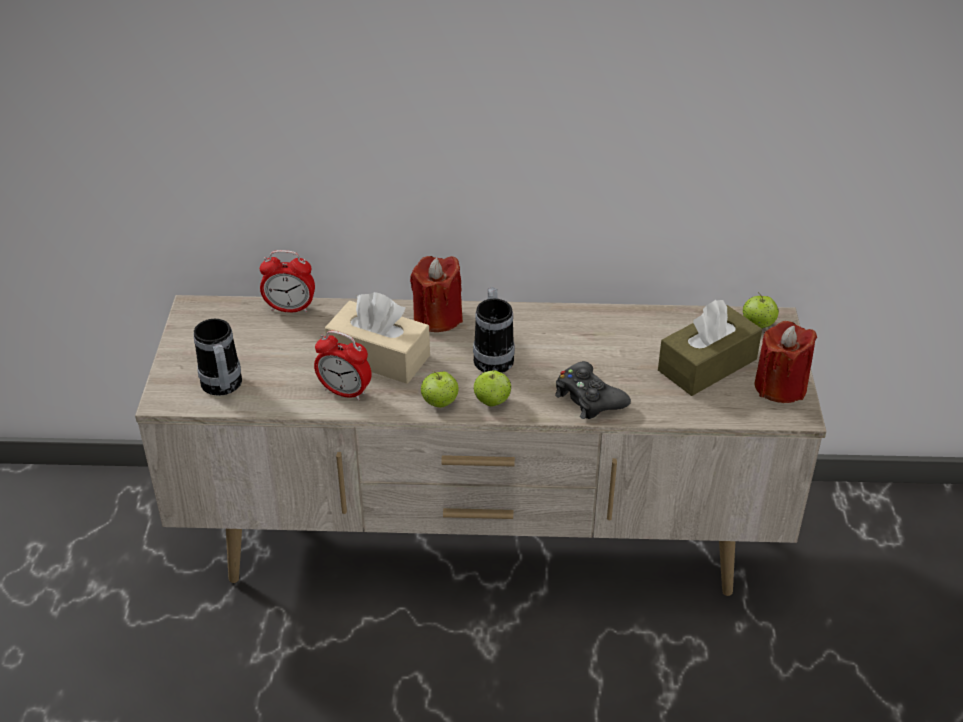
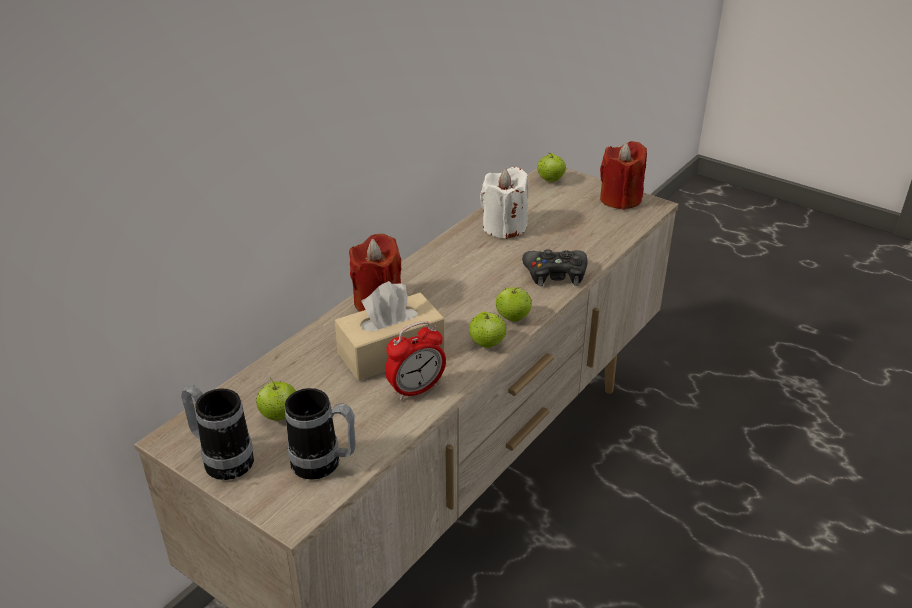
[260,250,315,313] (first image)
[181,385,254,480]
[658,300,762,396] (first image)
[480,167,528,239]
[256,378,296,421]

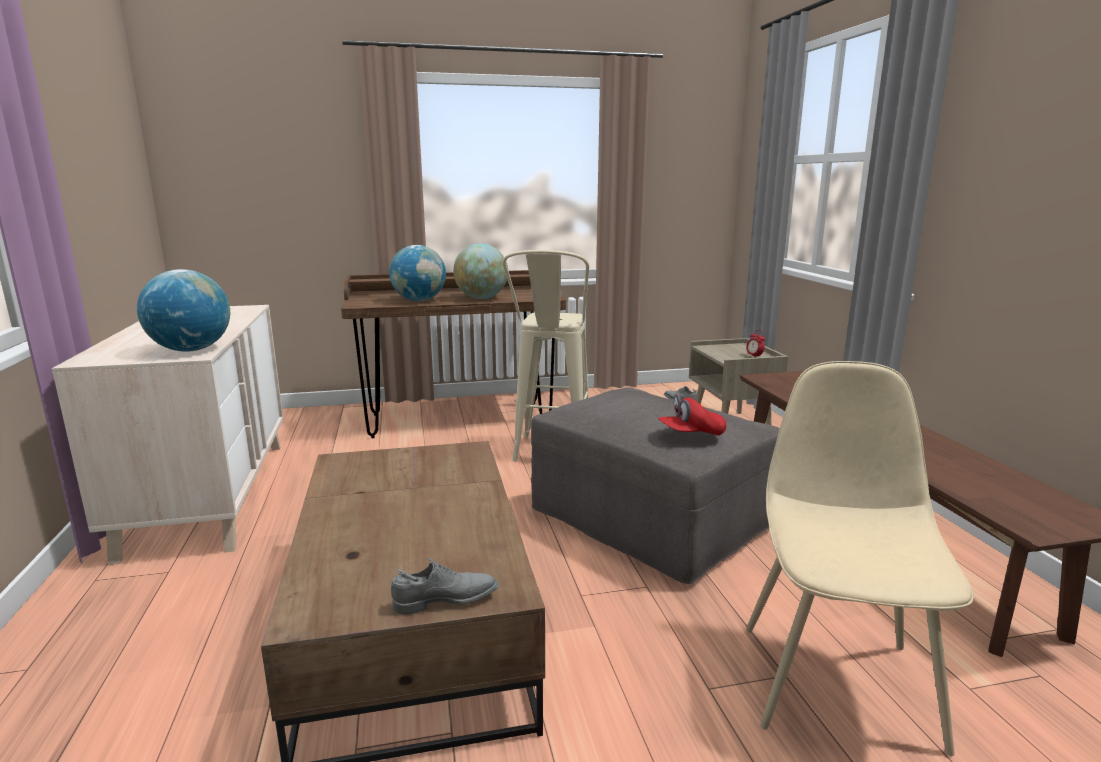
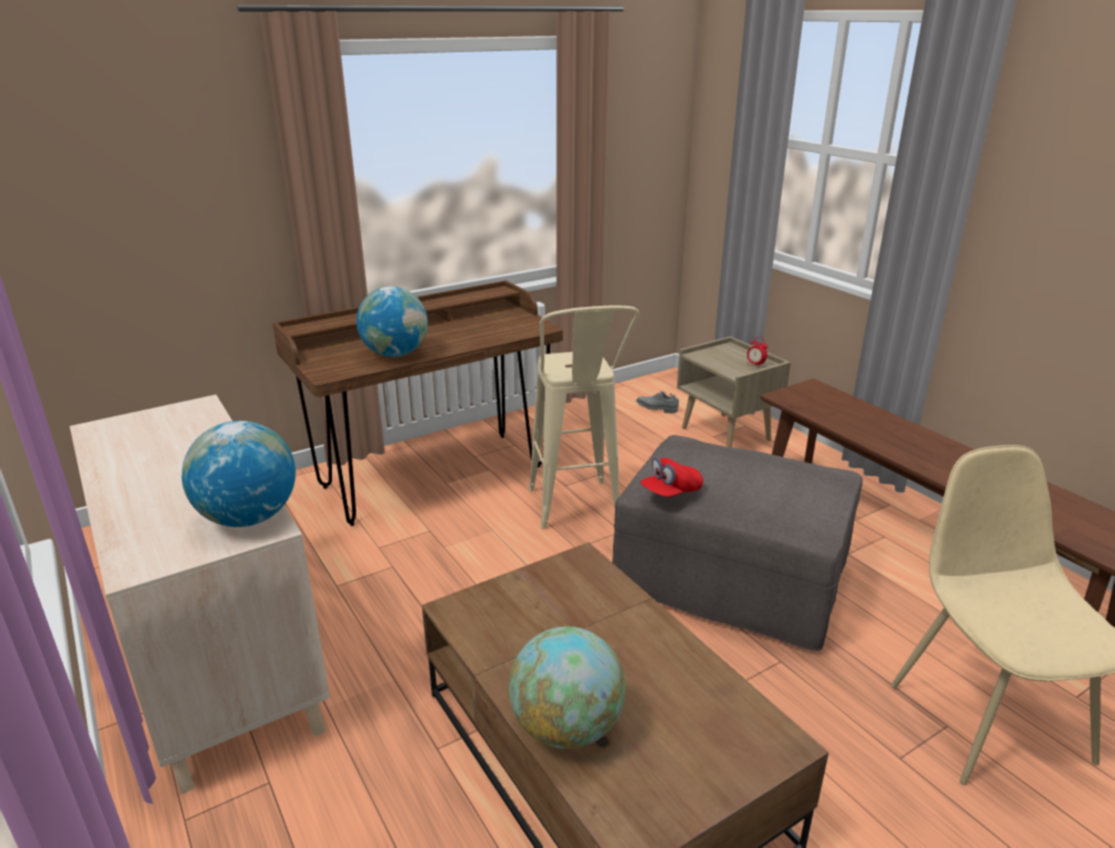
[509,626,626,749]
[640,457,703,497]
[391,558,498,615] (first image)

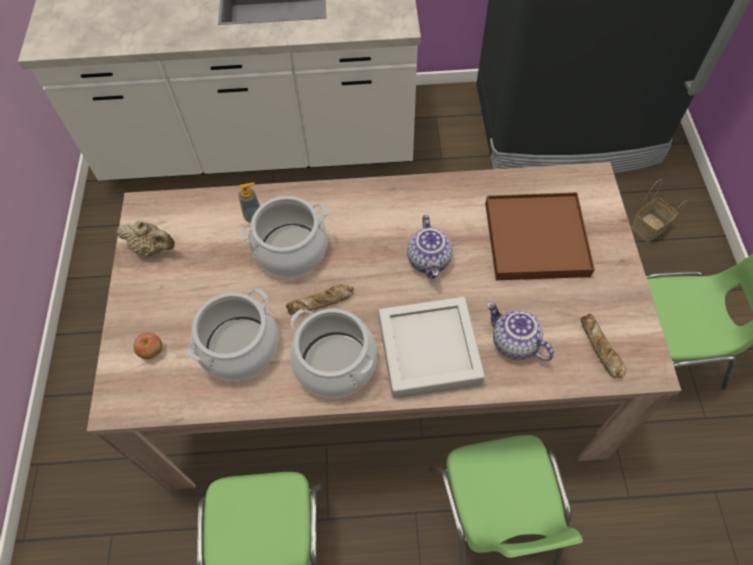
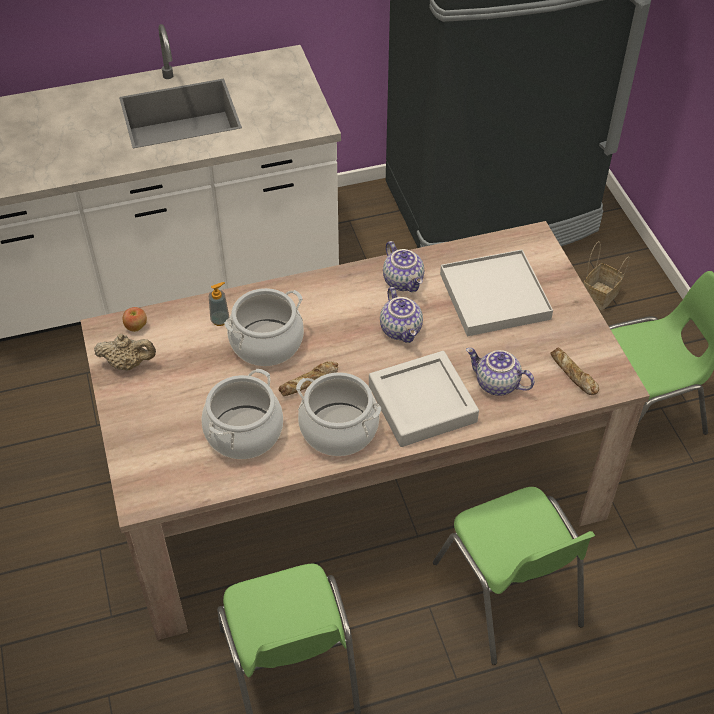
[440,250,553,336]
[123,307,147,332]
[383,241,424,292]

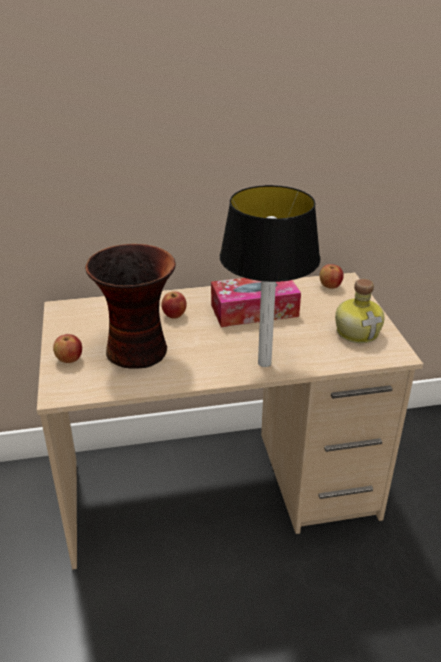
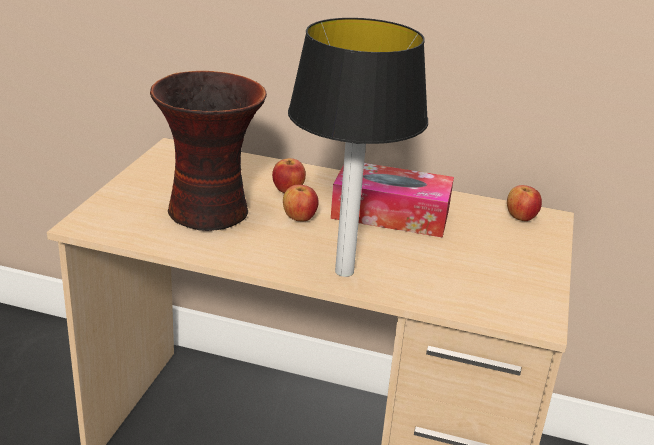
[335,279,385,343] (first image)
[283,185,319,221]

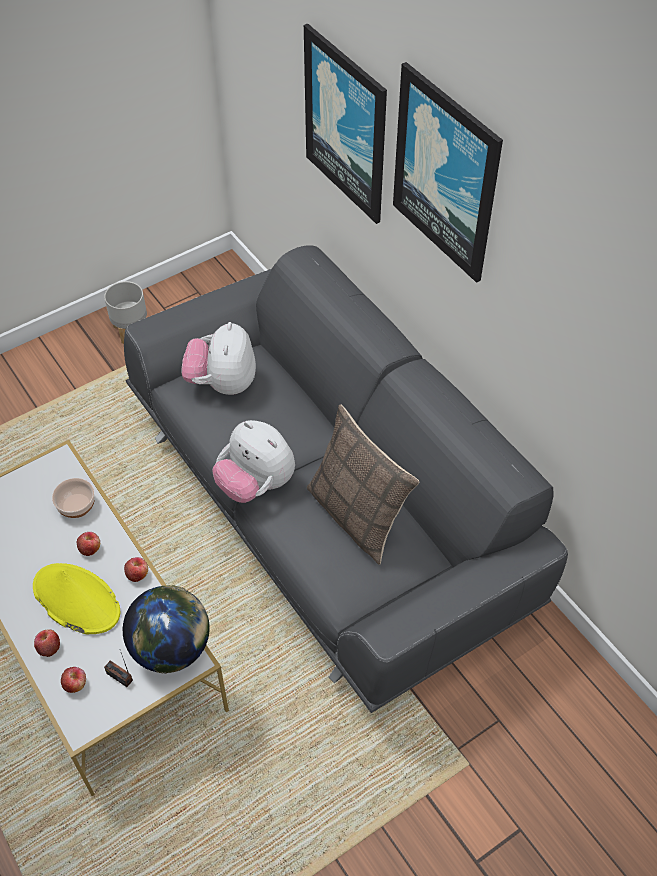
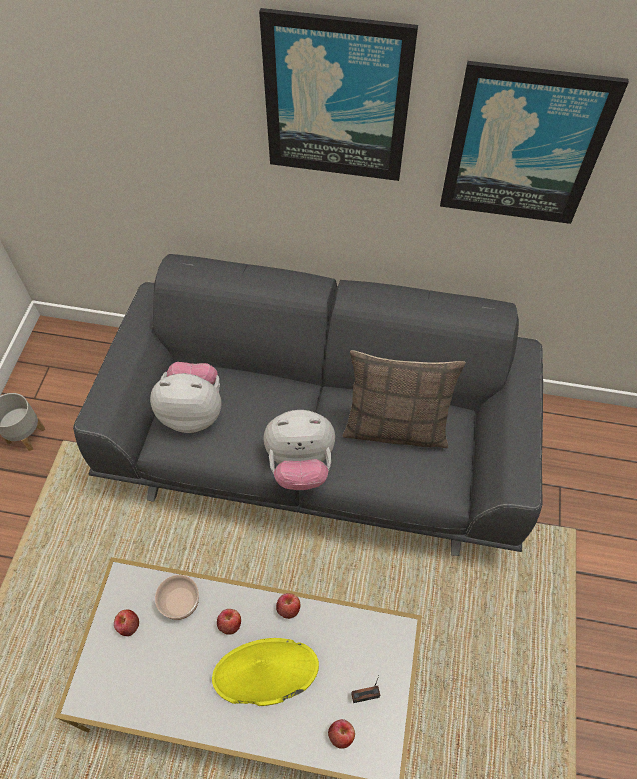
[440,61,629,224]
[150,362,221,433]
[123,585,210,674] (first image)
[114,610,139,636]

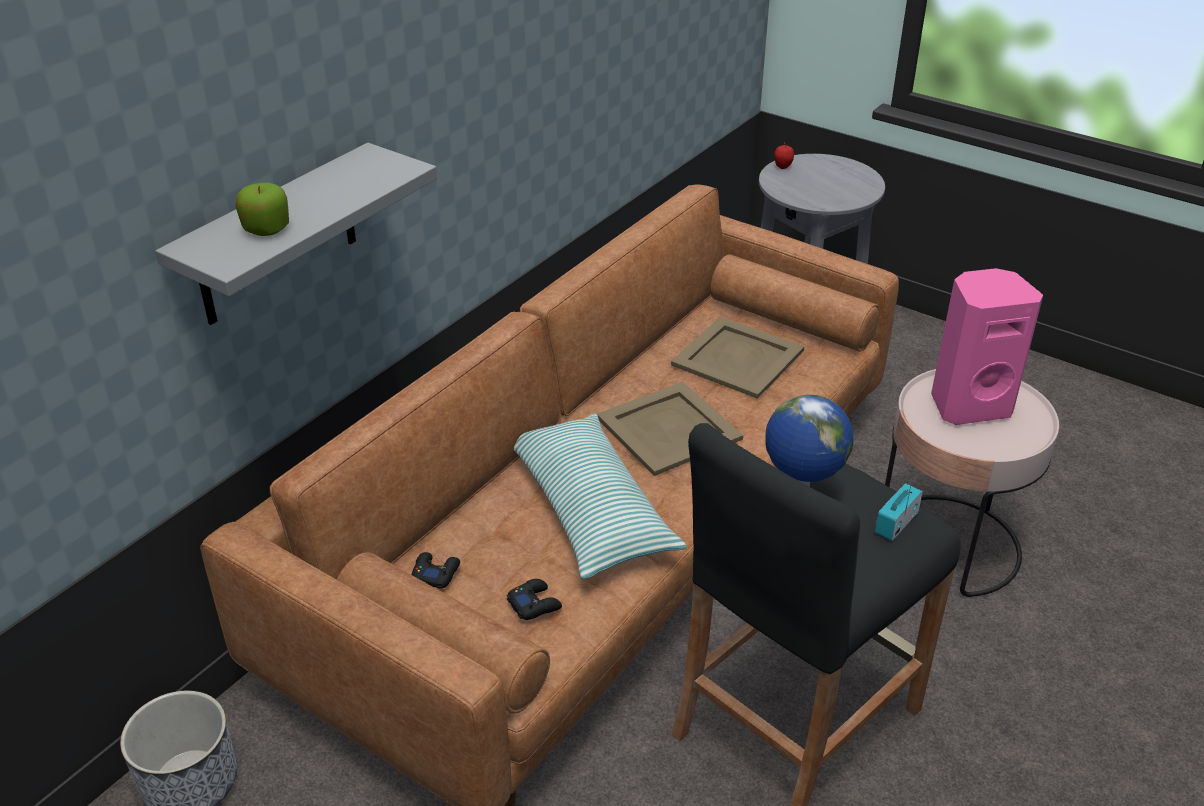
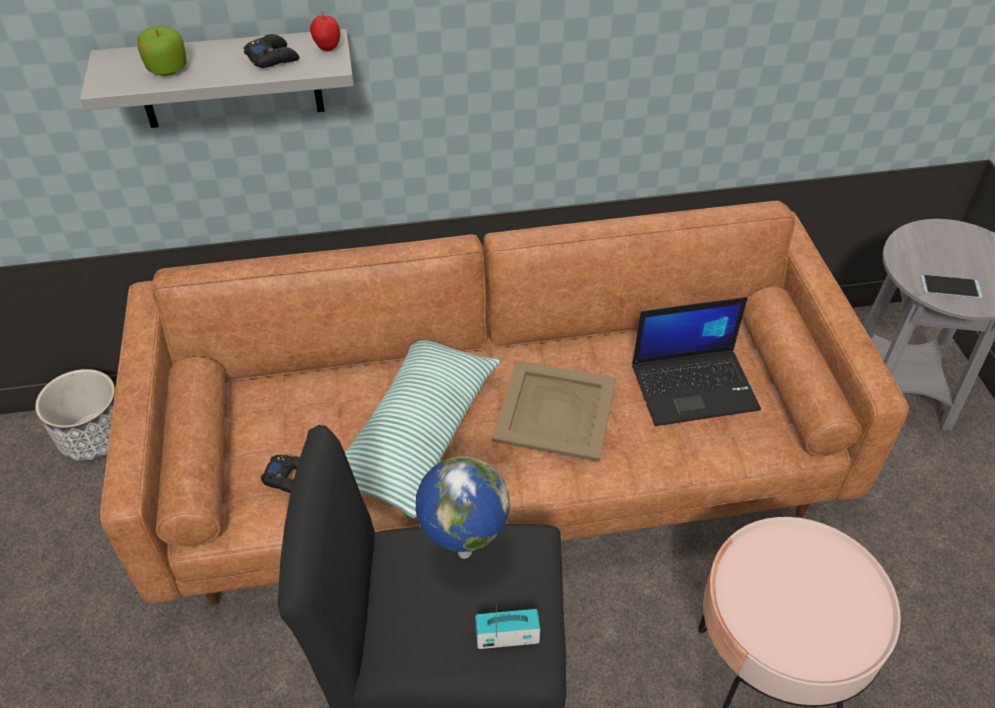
[310,11,340,51]
[931,268,1043,425] (first image)
[632,297,761,426]
[243,34,299,68]
[921,275,982,298]

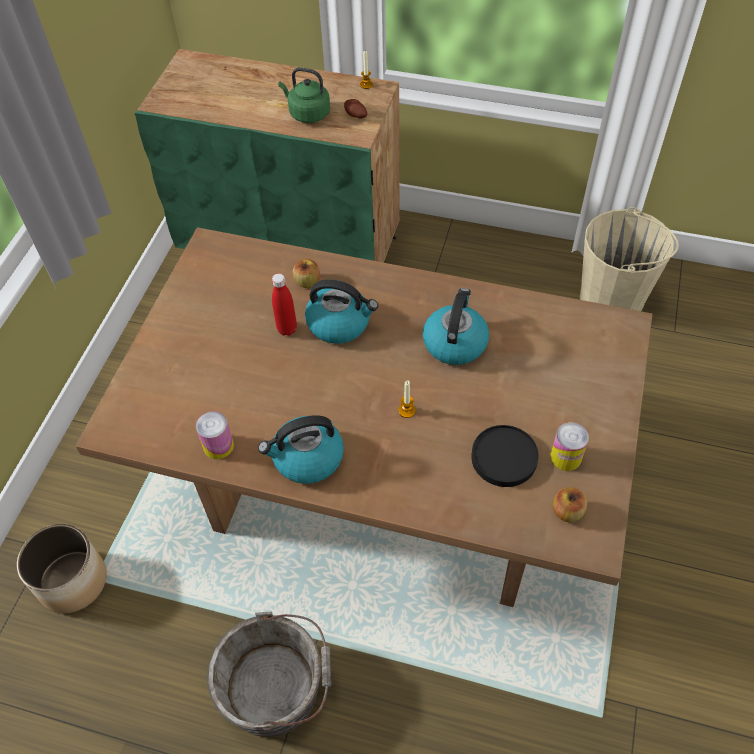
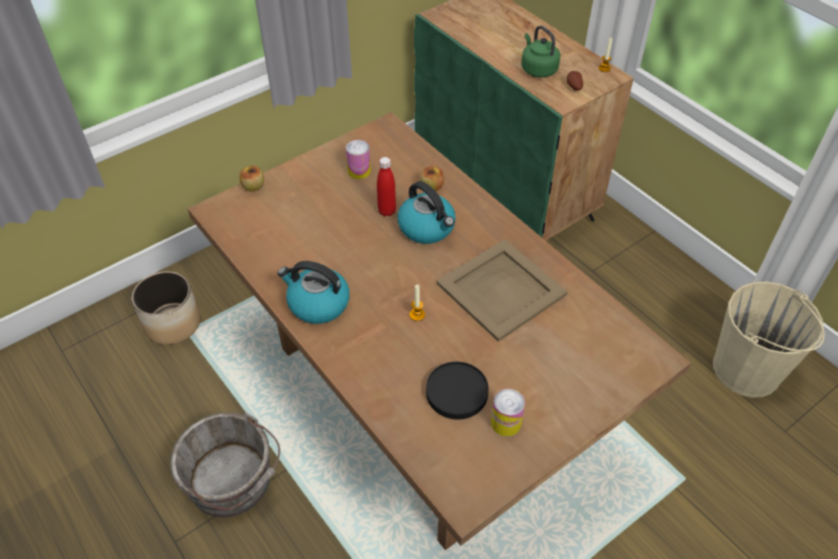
[437,239,567,342]
[346,140,371,179]
[239,166,264,192]

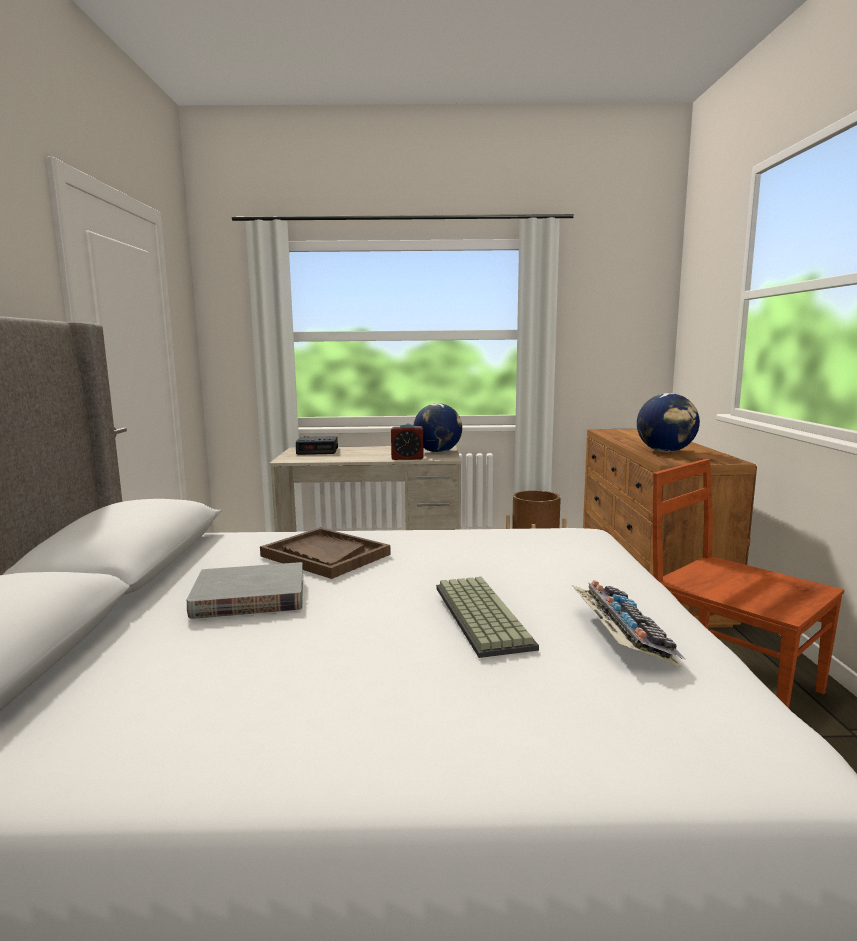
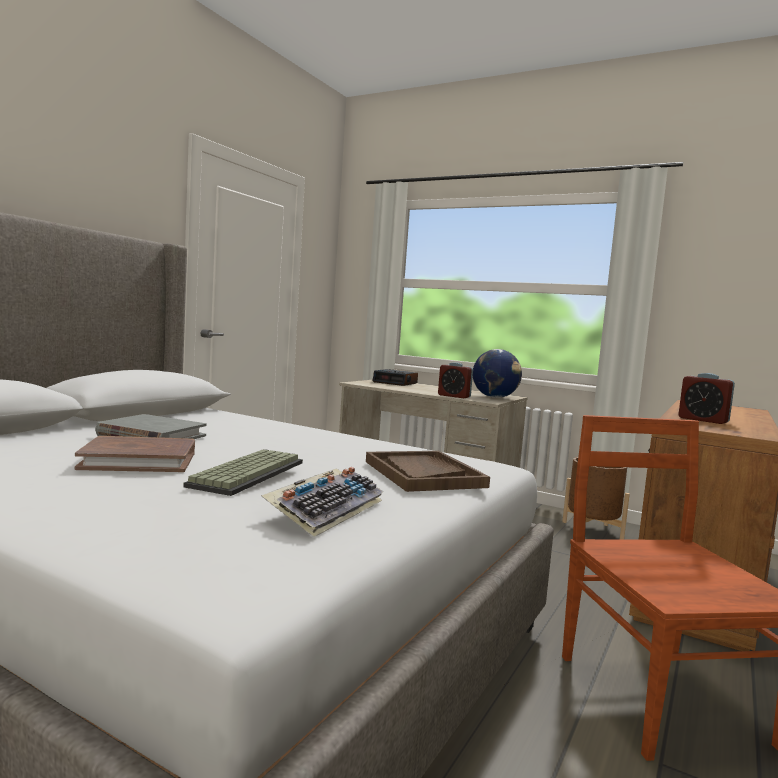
[678,373,735,424]
[366,451,490,492]
[75,436,195,472]

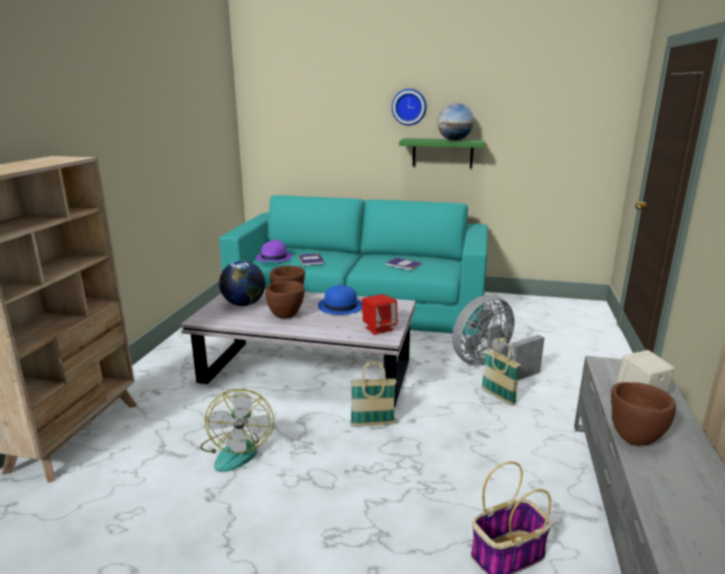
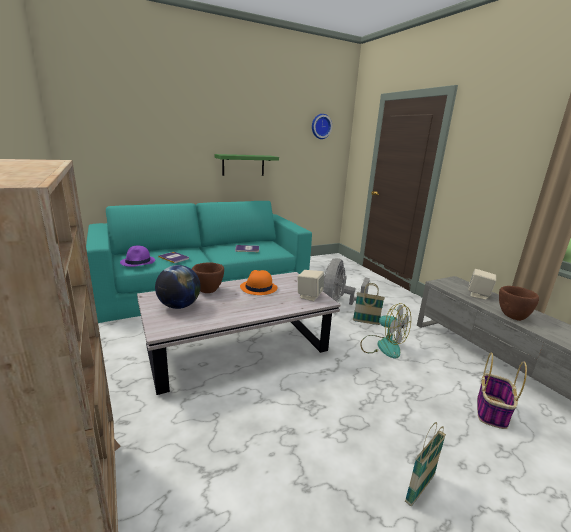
[312,114,332,139]
[437,103,474,141] (first image)
[265,281,305,319] (first image)
[240,270,278,295]
[298,270,324,301]
[405,422,446,506]
[360,303,411,359]

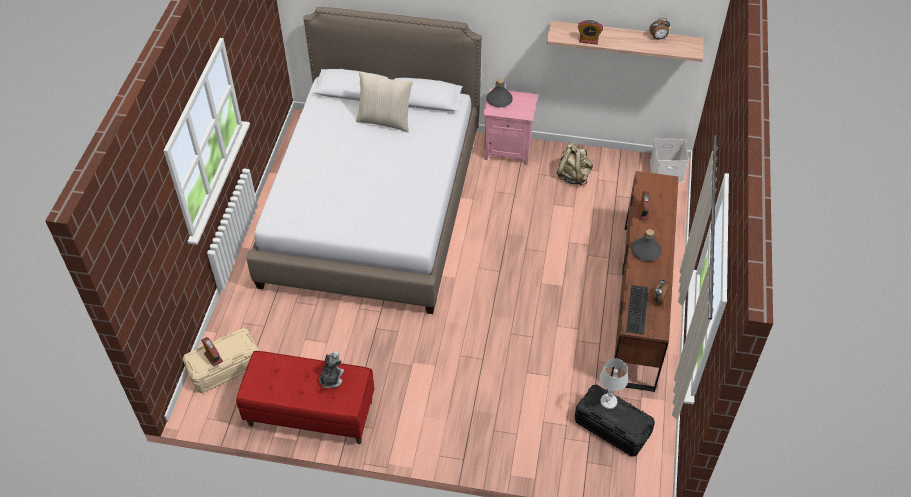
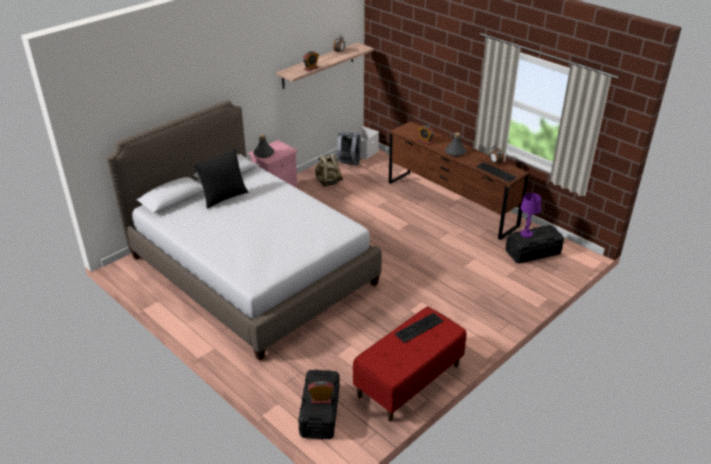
[194,148,248,209]
[298,369,340,439]
[395,313,444,343]
[520,193,541,238]
[336,132,361,165]

